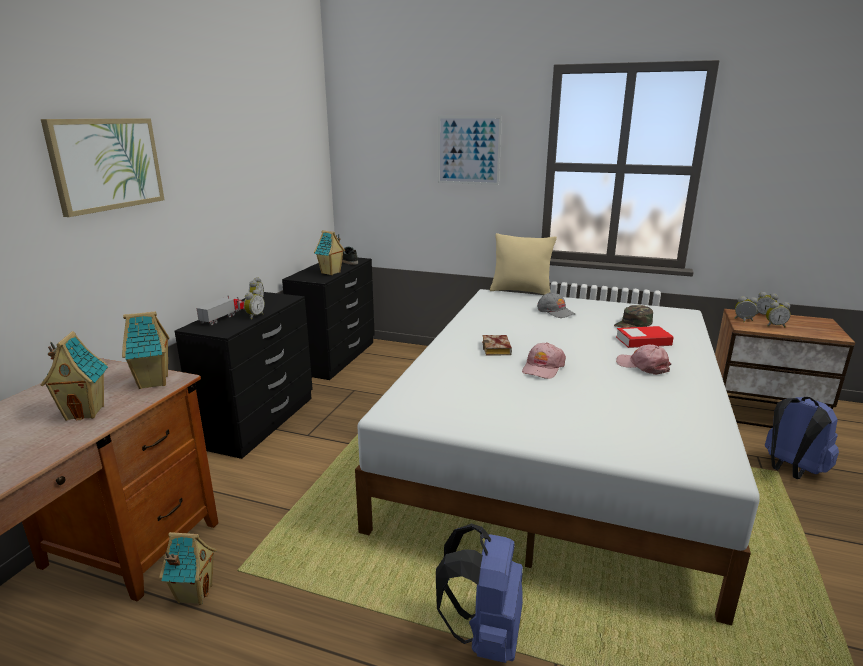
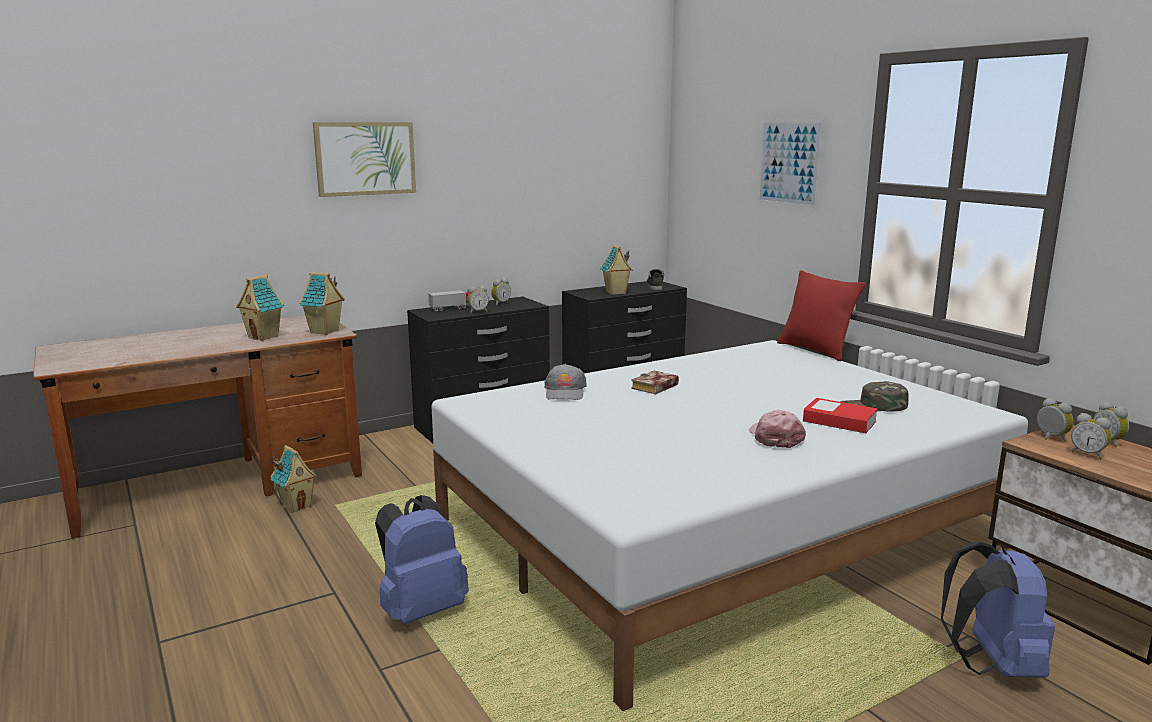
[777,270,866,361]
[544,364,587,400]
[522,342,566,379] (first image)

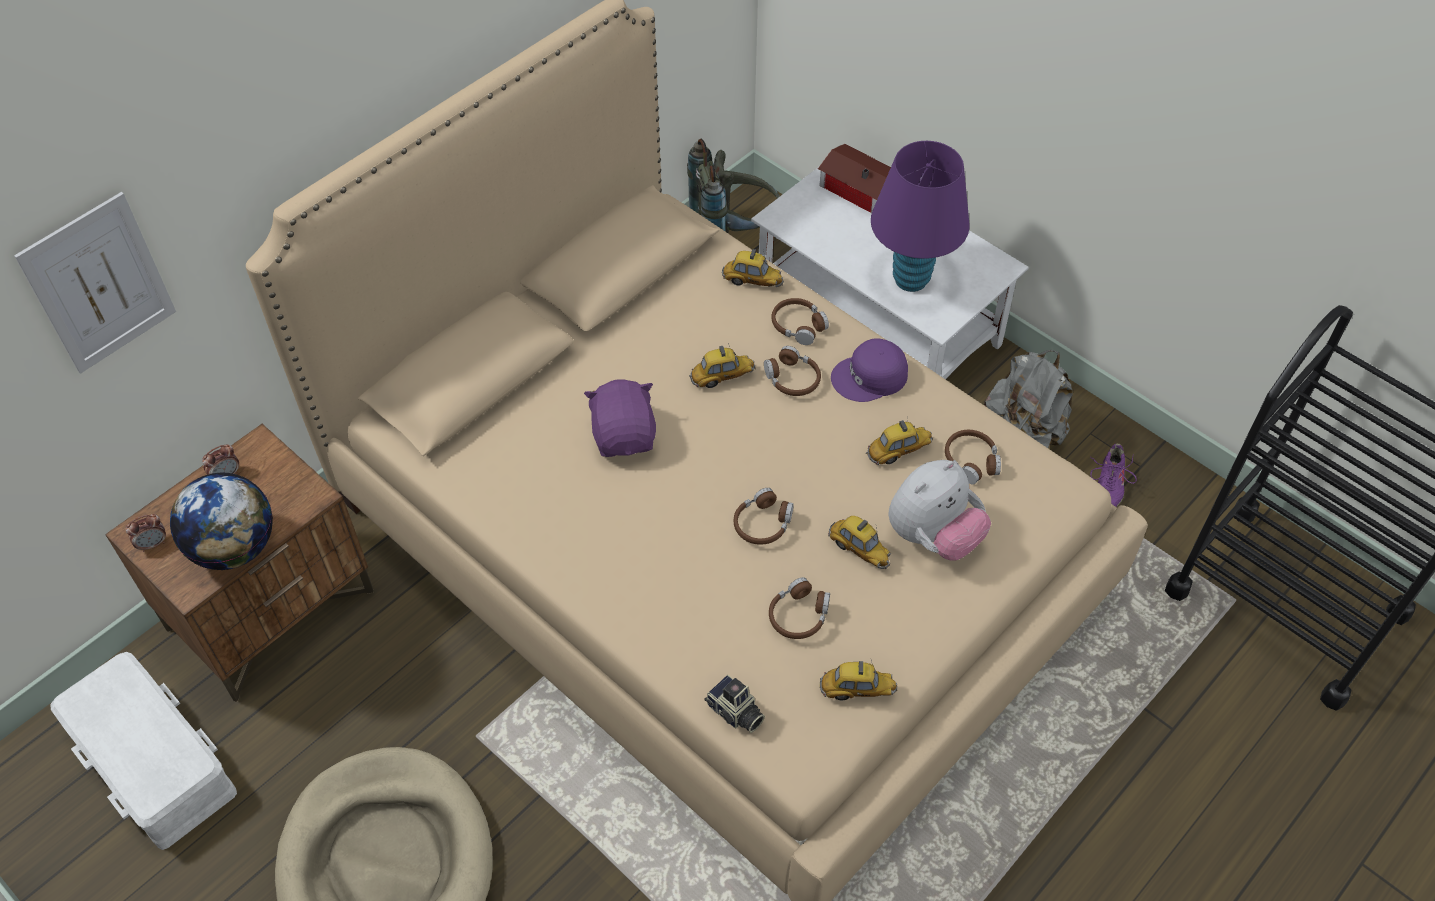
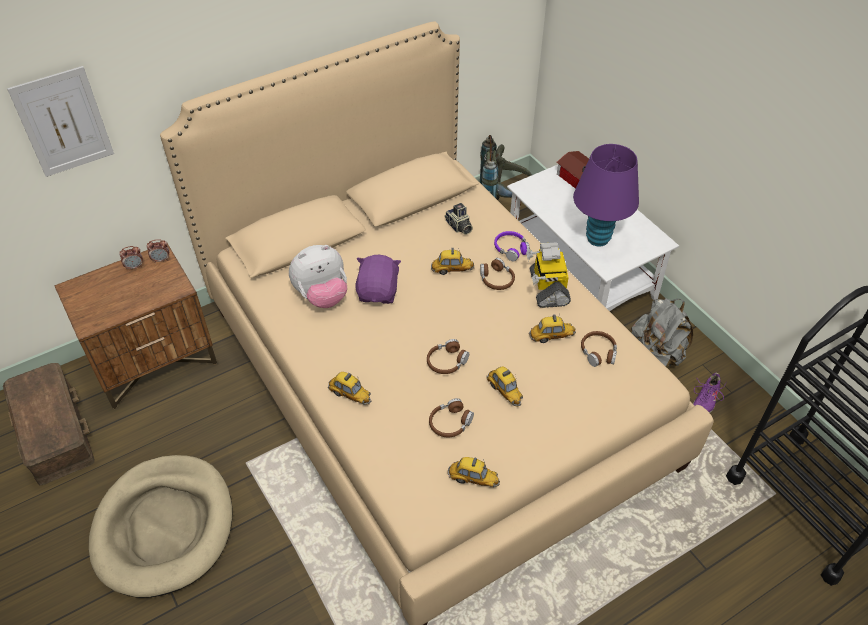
[328,372,371,405]
[494,231,530,261]
[526,242,571,308]
[289,245,347,308]
[170,472,273,570] (first image)
[146,239,169,263]
[3,363,95,485]
[444,203,473,235]

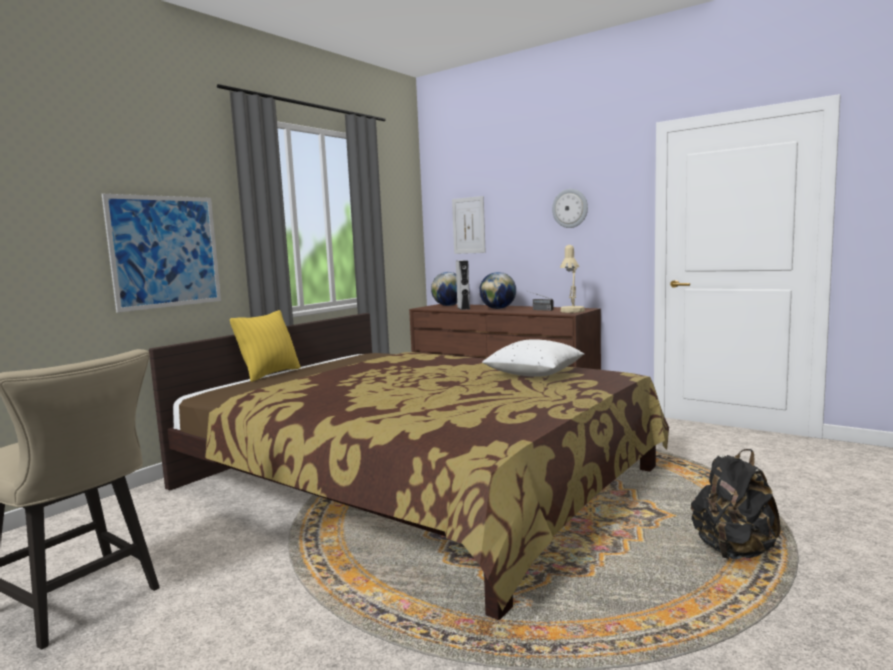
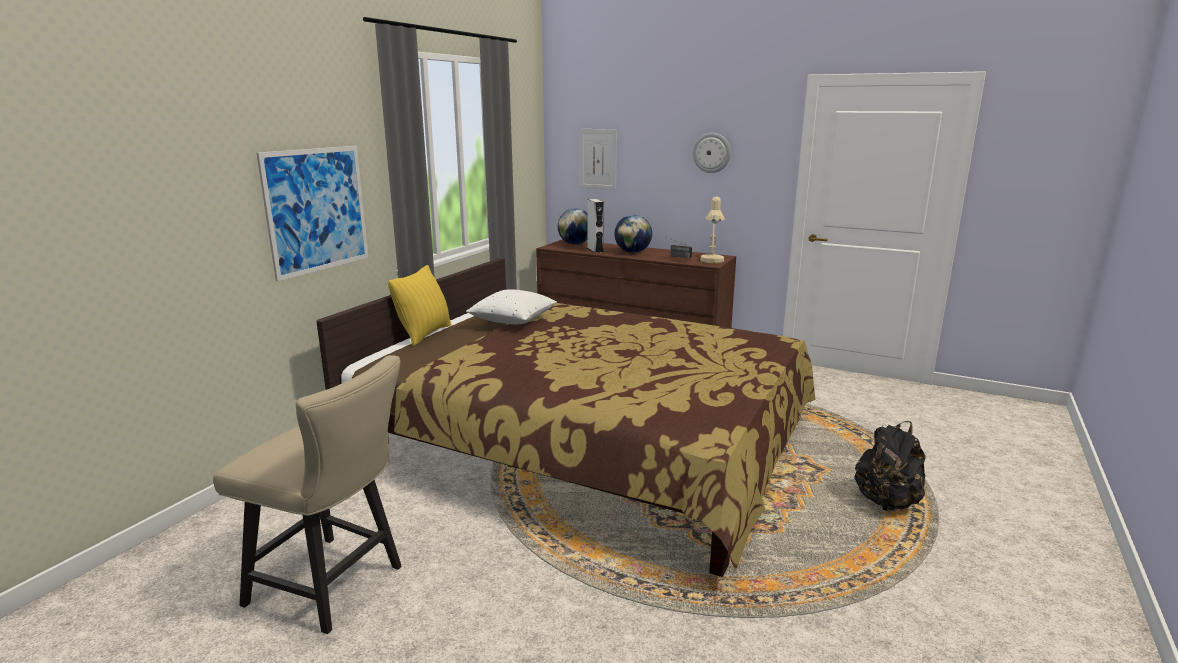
[466,289,557,324]

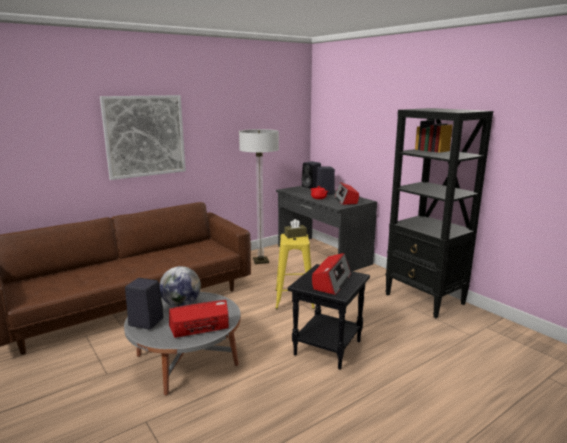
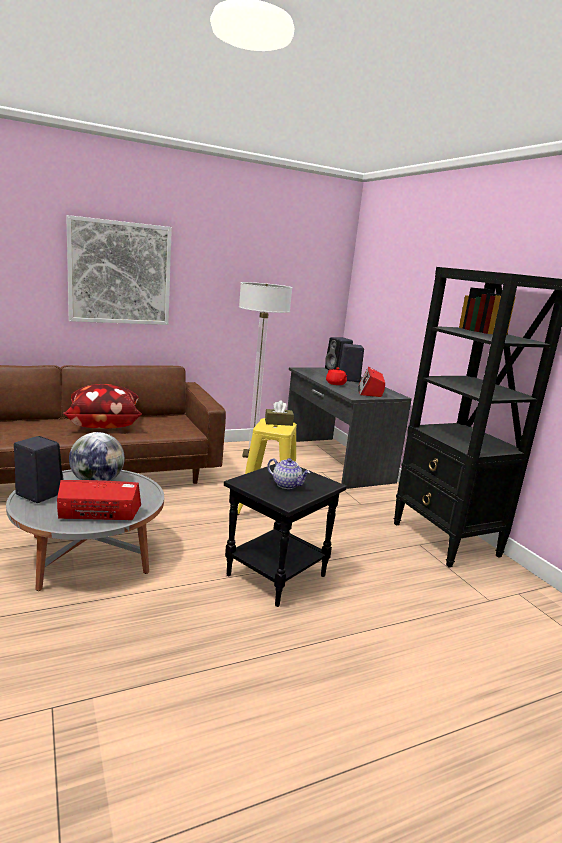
[267,458,310,489]
[63,384,142,429]

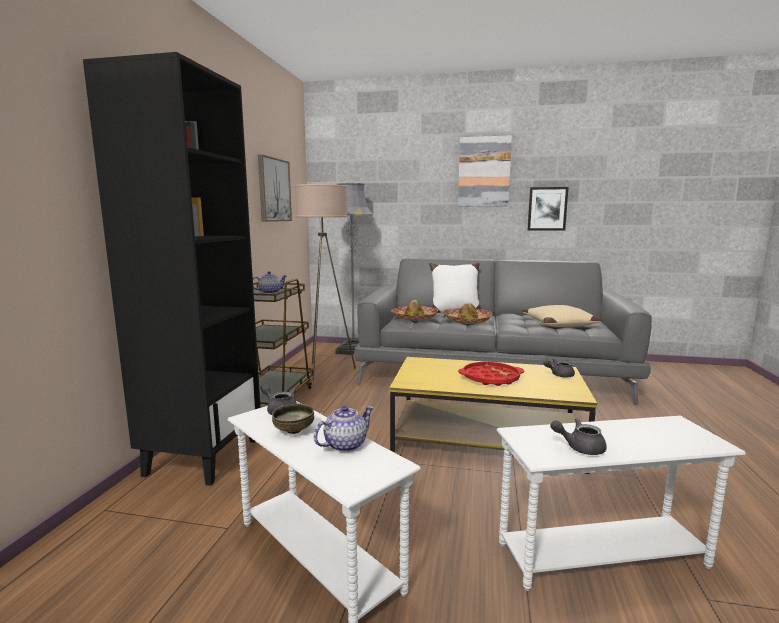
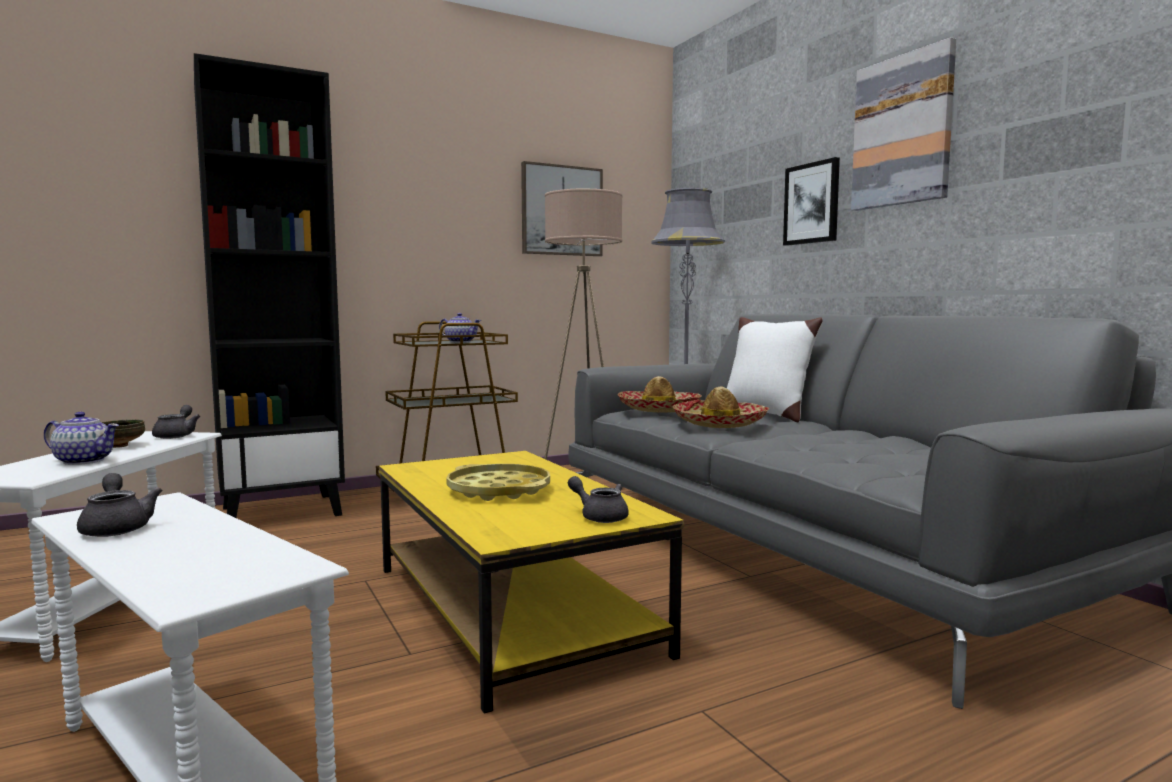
[783,157,840,246]
[522,305,602,327] (first image)
[446,464,550,501]

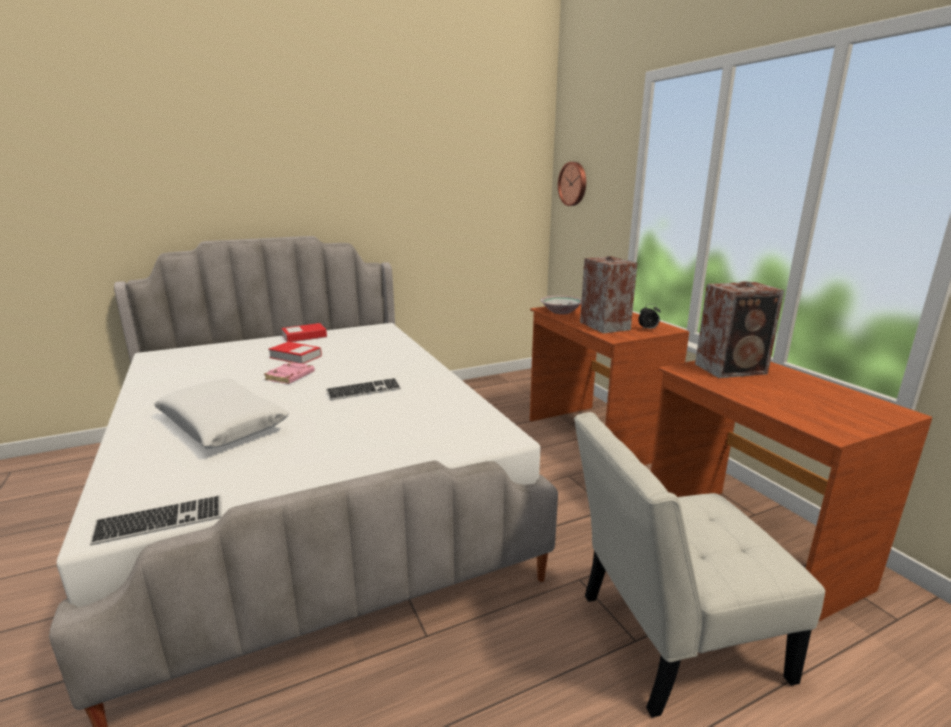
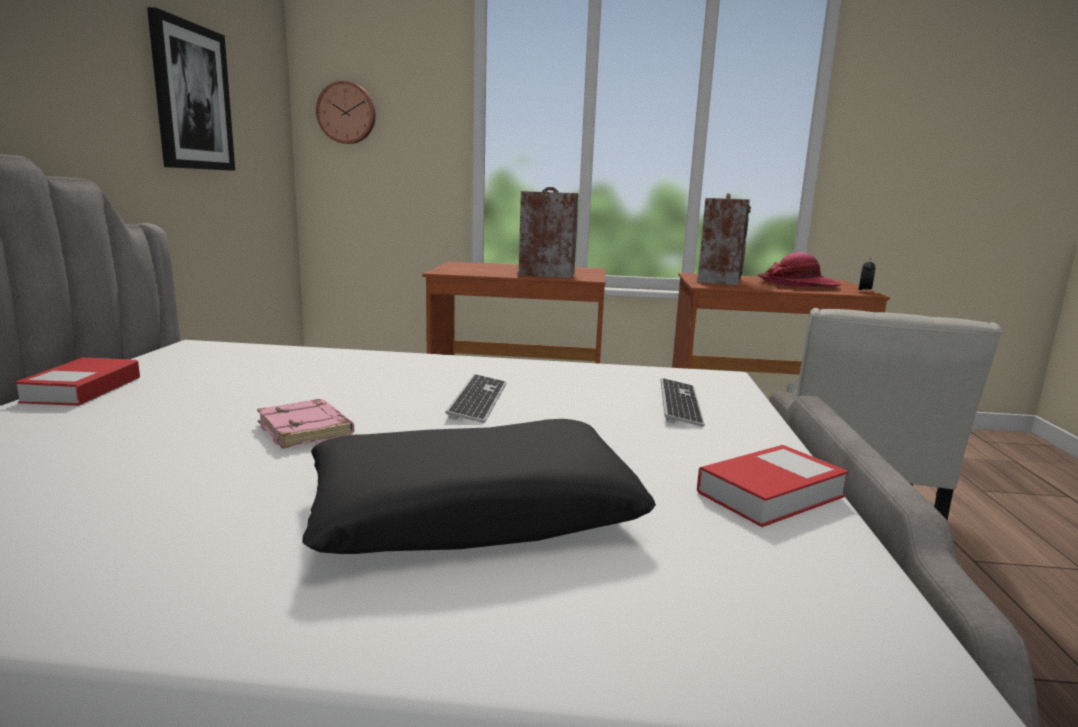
[540,296,582,315] (first image)
[859,258,875,292]
[697,445,849,527]
[302,419,656,554]
[660,378,705,427]
[147,7,235,171]
[757,252,841,287]

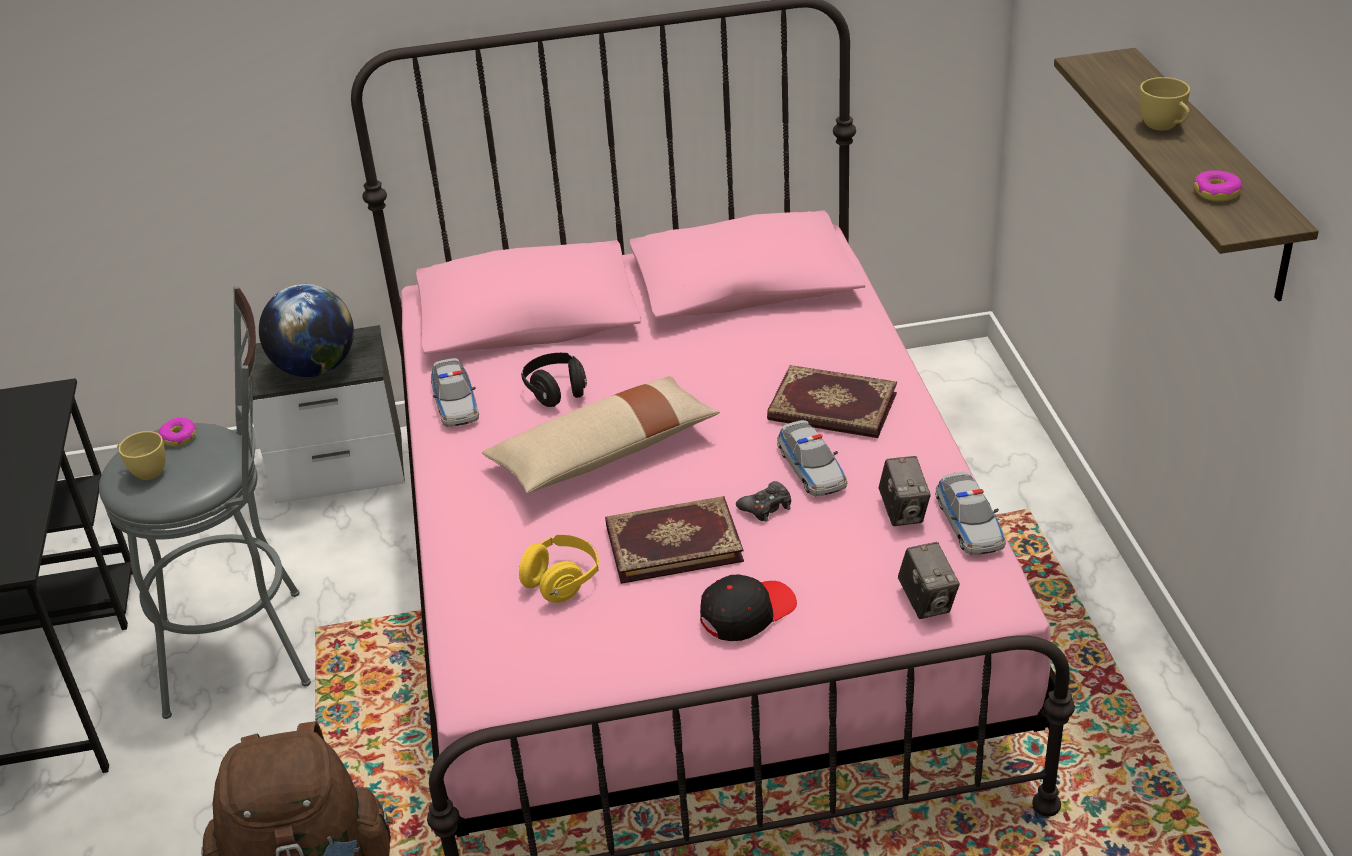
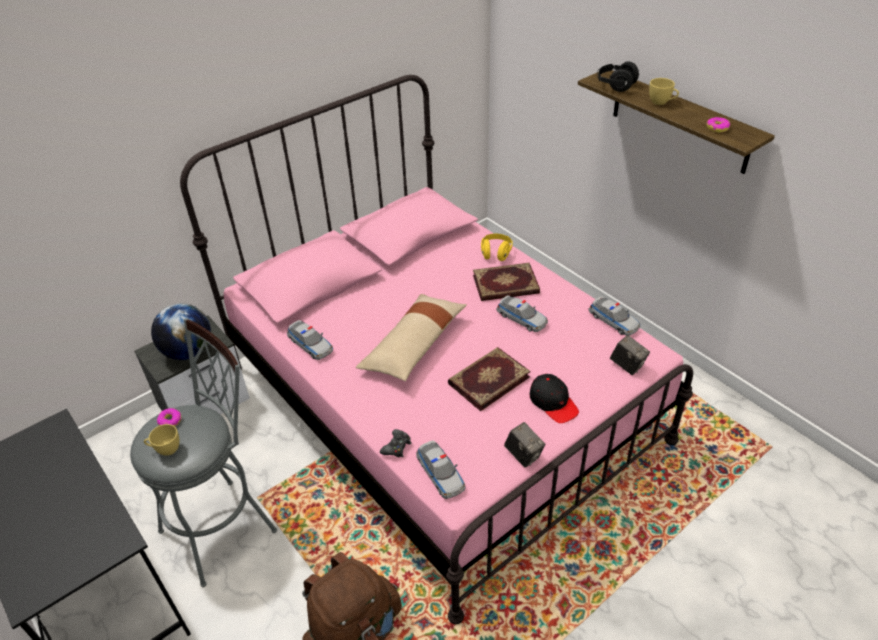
[597,61,639,92]
[504,422,545,468]
[380,429,411,457]
[481,234,513,261]
[530,374,579,423]
[416,441,466,499]

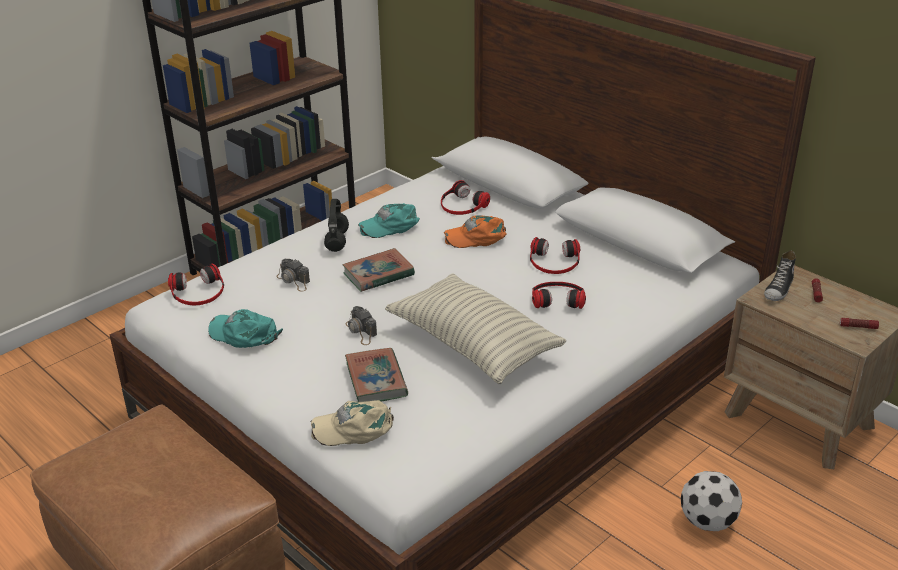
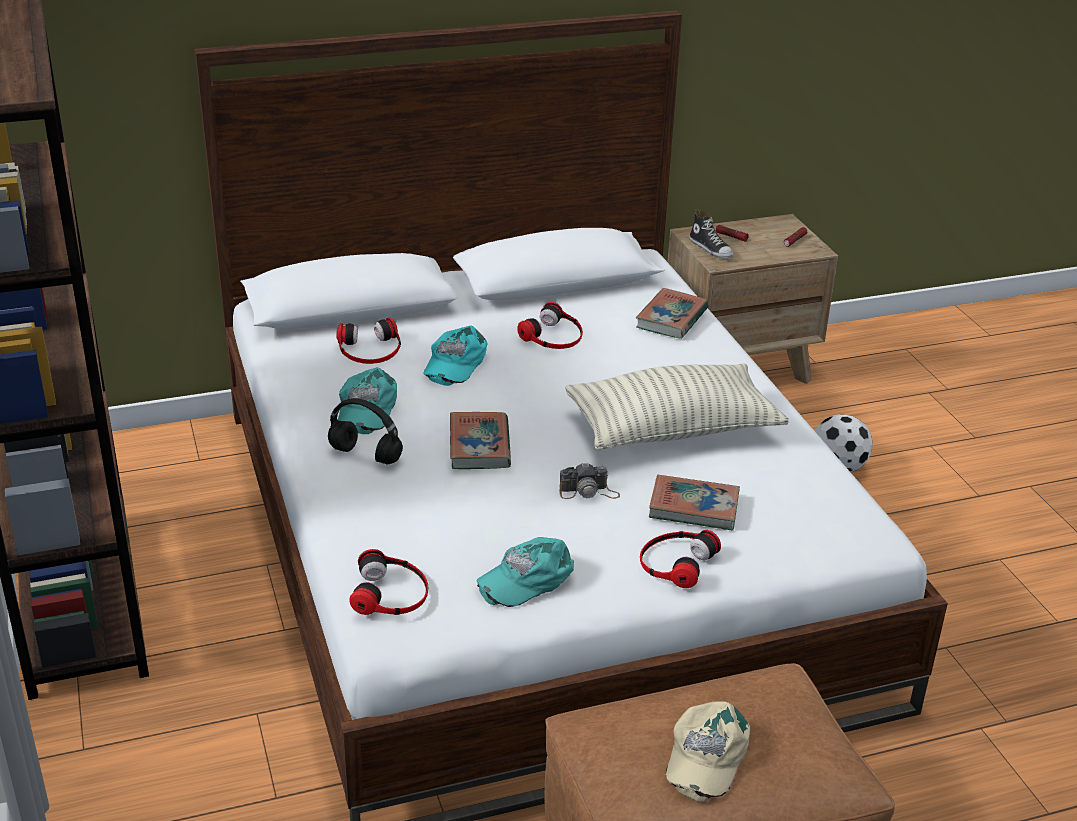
[423,326,488,386]
[276,259,310,292] (first image)
[640,530,721,588]
[666,702,750,802]
[636,288,708,339]

